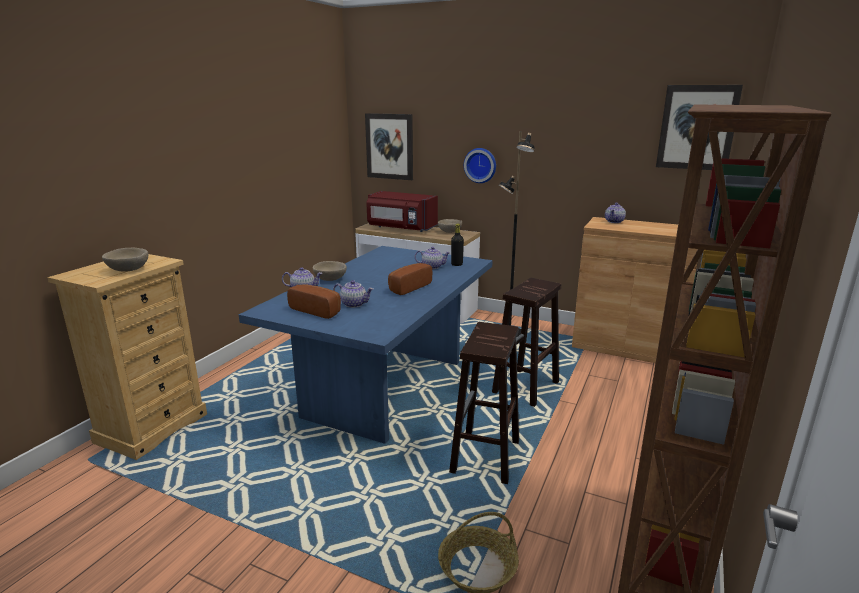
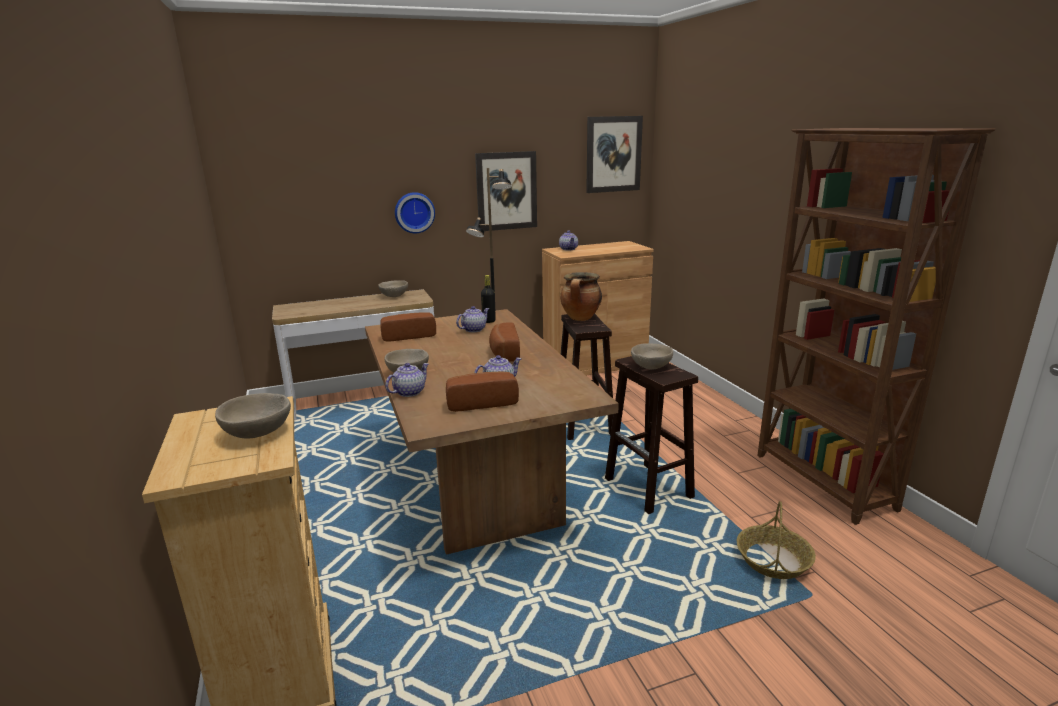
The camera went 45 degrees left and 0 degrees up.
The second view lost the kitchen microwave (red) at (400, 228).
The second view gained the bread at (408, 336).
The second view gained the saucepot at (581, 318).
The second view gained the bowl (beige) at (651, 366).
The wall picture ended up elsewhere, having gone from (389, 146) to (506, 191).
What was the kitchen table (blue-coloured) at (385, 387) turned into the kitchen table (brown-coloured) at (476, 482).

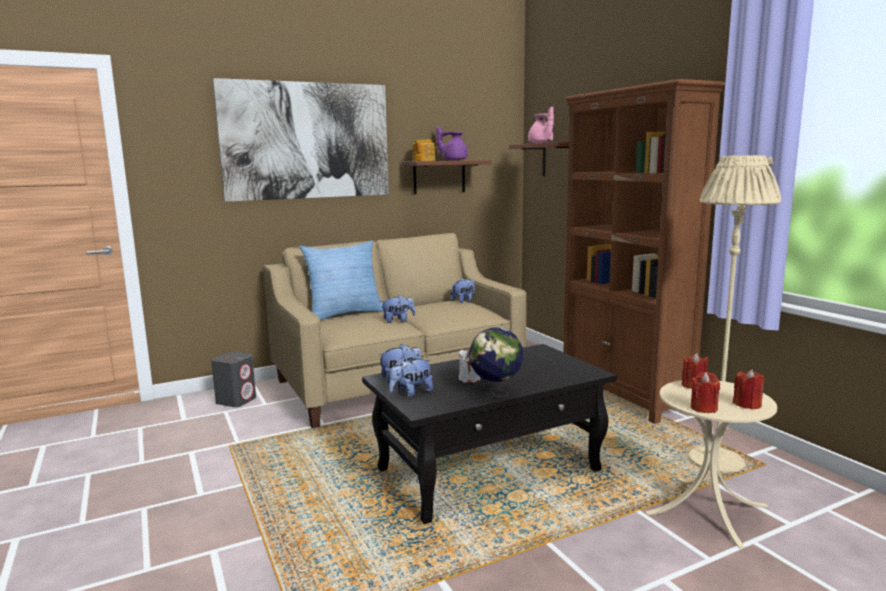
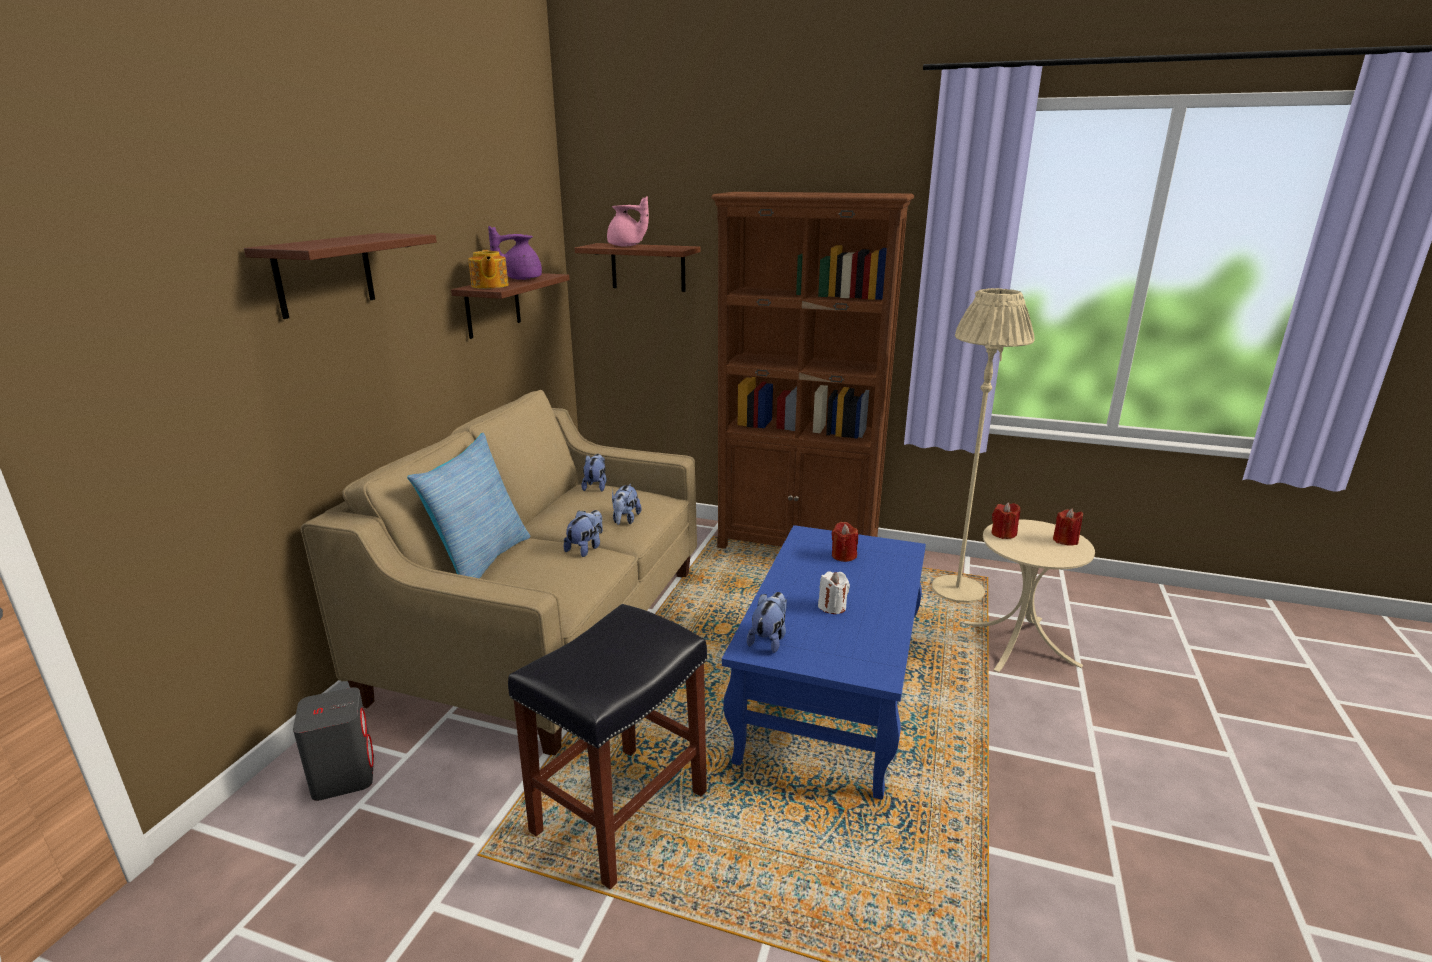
The camera went 45 degrees left and 10 degrees up.
The second view lost the globe at (496, 394).
The second view gained the sitting stool (blackish) at (621, 810).
The plush toy ended up elsewhere, having gone from (411, 393) to (625, 520).
The candle (red) ended up elsewhere, having gone from (703, 408) to (843, 556).
Where the wall picture hung at (306, 141), the shelf (brown-coloured) came to hang at (324, 274).
What was the lounge table (blackish) at (490, 470) turned into the lounge table (blue-coloured) at (829, 697).

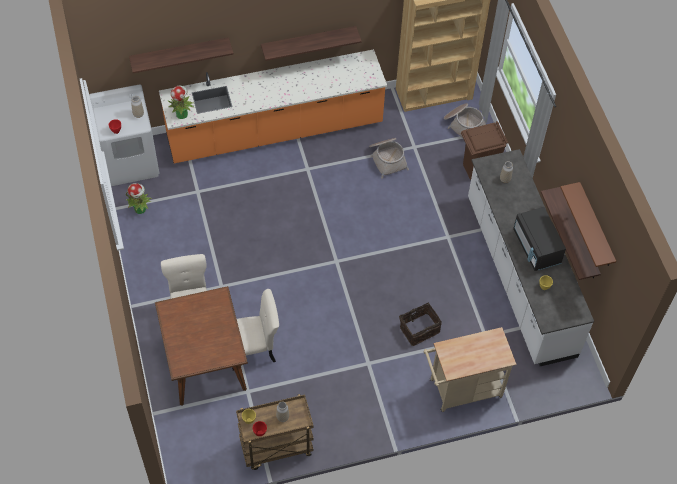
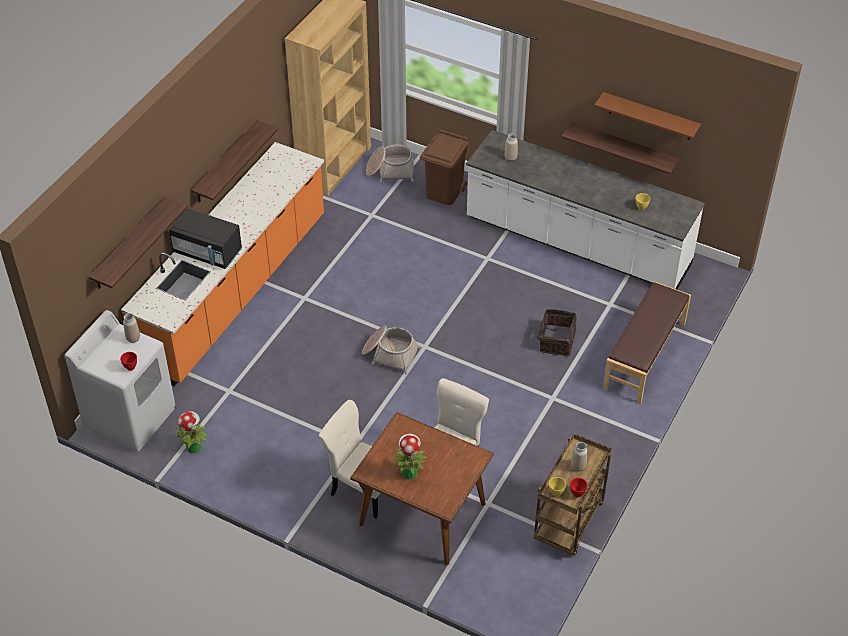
The camera went 45 degrees left and 10 degrees down.
The plant in a pot ended up elsewhere, having gone from (182, 114) to (409, 472).
The storage basket ended up elsewhere, having gone from (387, 159) to (389, 354).
The kitchen microwave (blackish) ended up elsewhere, having gone from (536, 248) to (207, 252).
Where the trolley (beige) stood at (461, 390), the bench (brown-coloured) came to stand at (645, 356).

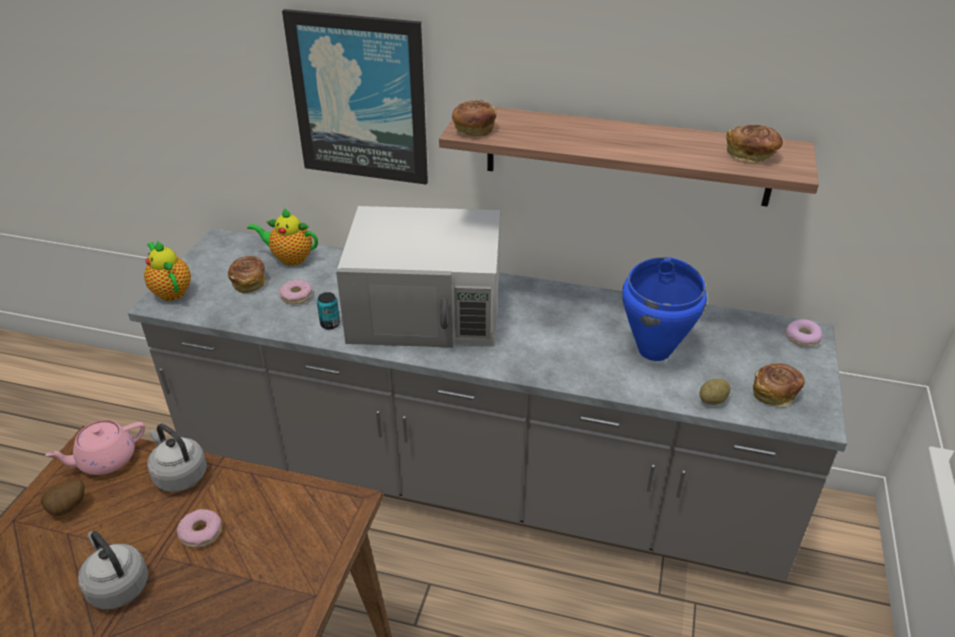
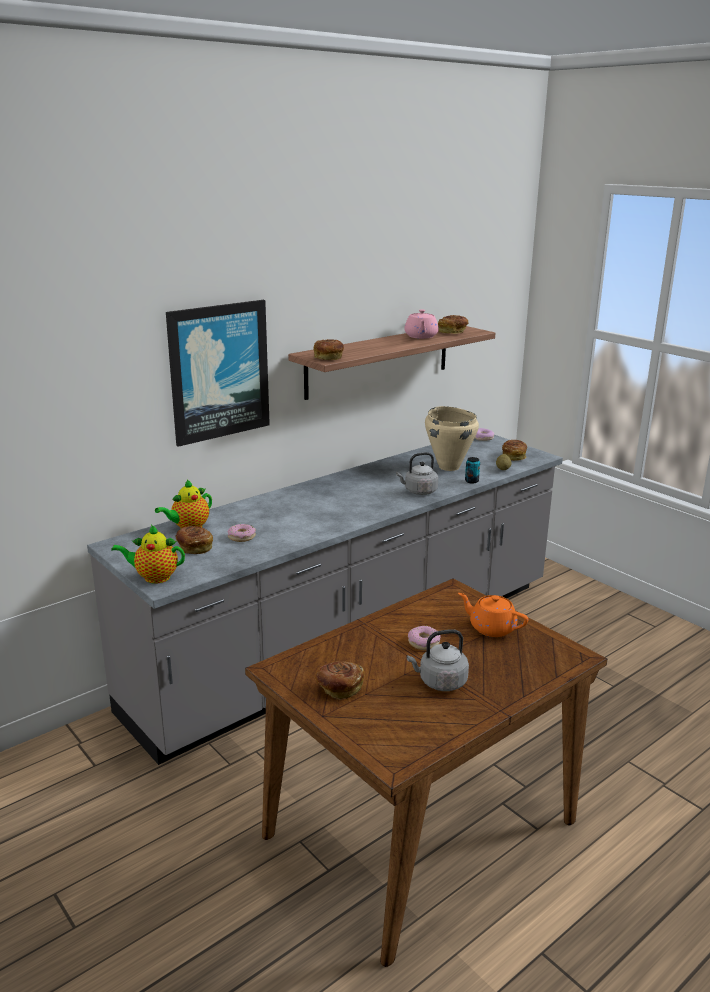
The camera went 55 degrees left and 15 degrees down.
The second view lost the kitchen microwave (white) at (427, 309).
The second view gained the teapot (orange-coloured) at (491, 628).
The teapot (pink-coloured) ended up elsewhere, having gone from (105, 460) to (421, 336).
The tea kettle (grey) ended up elsewhere, having gone from (179, 475) to (419, 491).
The sealed can ended up elsewhere, having gone from (330, 324) to (471, 481).
Where the whole potato stood at (69, 509), the bread came to stand at (339, 689).
What was the saucepot (blue-coloured) at (655, 350) turned into the saucepot (beige) at (449, 467).

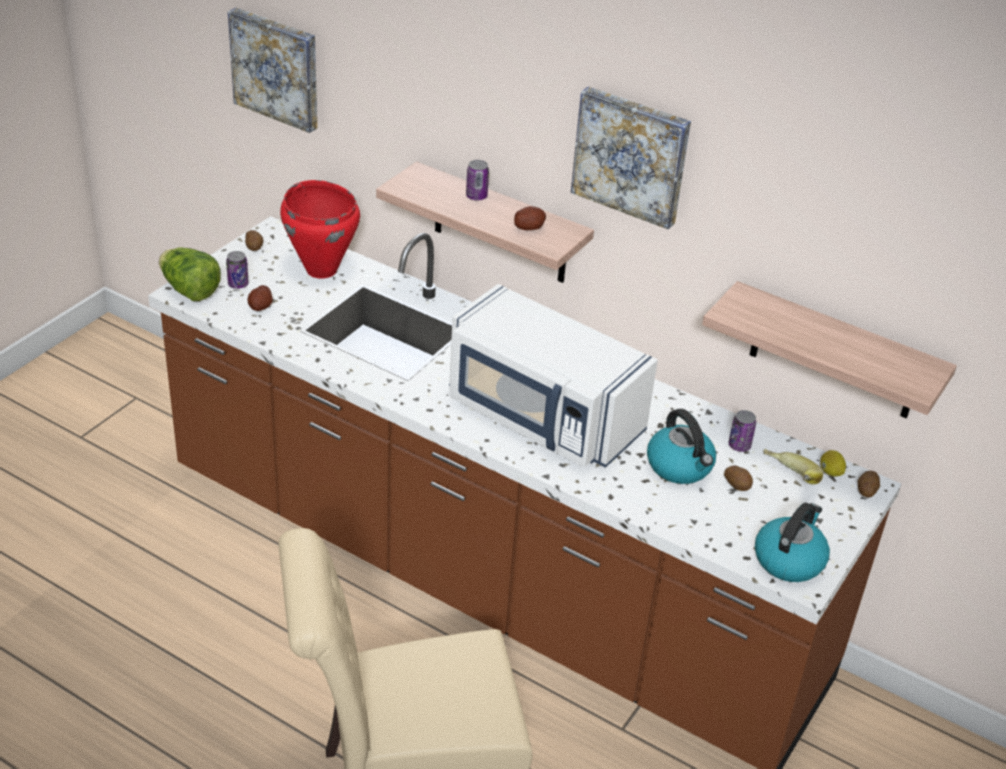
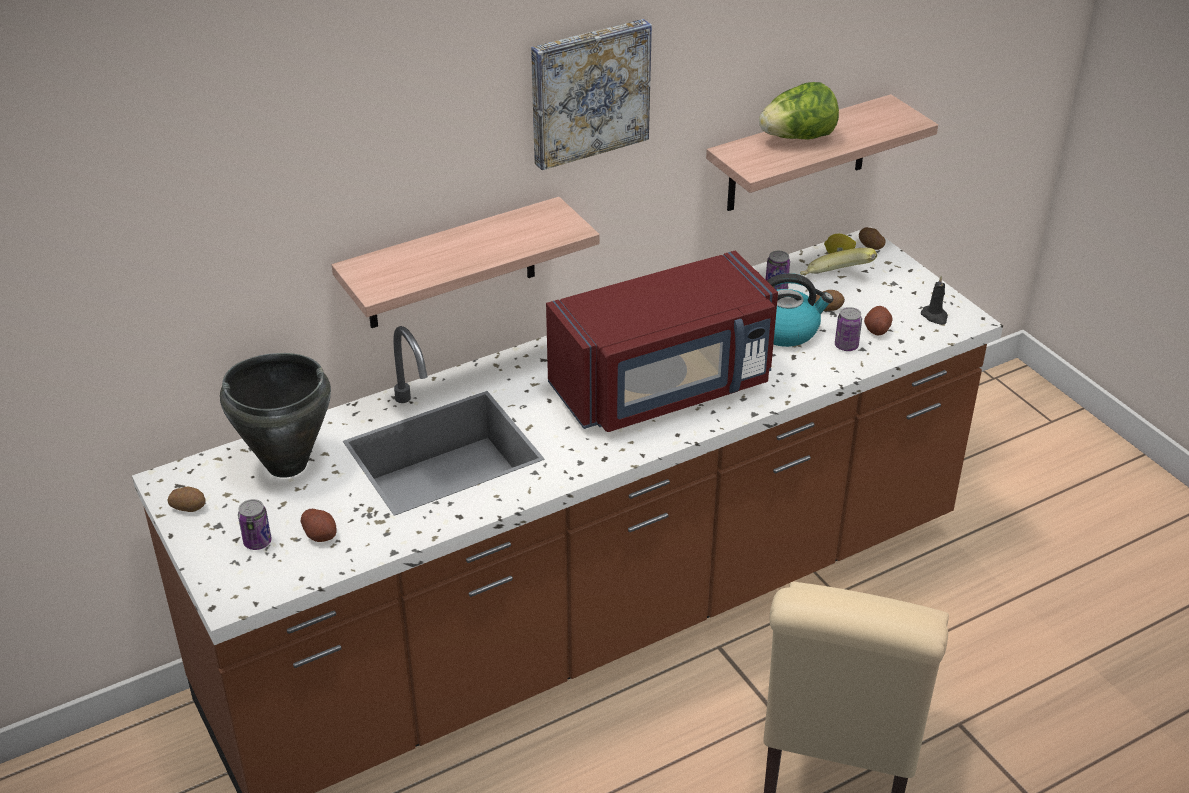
The camera went 60 degrees left and 0 degrees up.
The second view lost the wall picture at (277, 68).
The lettuce head ended up elsewhere, having gone from (189, 290) to (797, 138).
The sealed can ended up elsewhere, having gone from (476, 196) to (846, 346).
The whole potato ended up elsewhere, having gone from (529, 227) to (877, 329).
Where the tea kettle stood at (789, 559), the candle (blackish) came to stand at (935, 316).
What was the saucepot (red) at (321, 269) turned into the saucepot (blackish) at (286, 464).
What was the kitchen microwave (white) at (541, 417) turned into the kitchen microwave (red) at (664, 387).

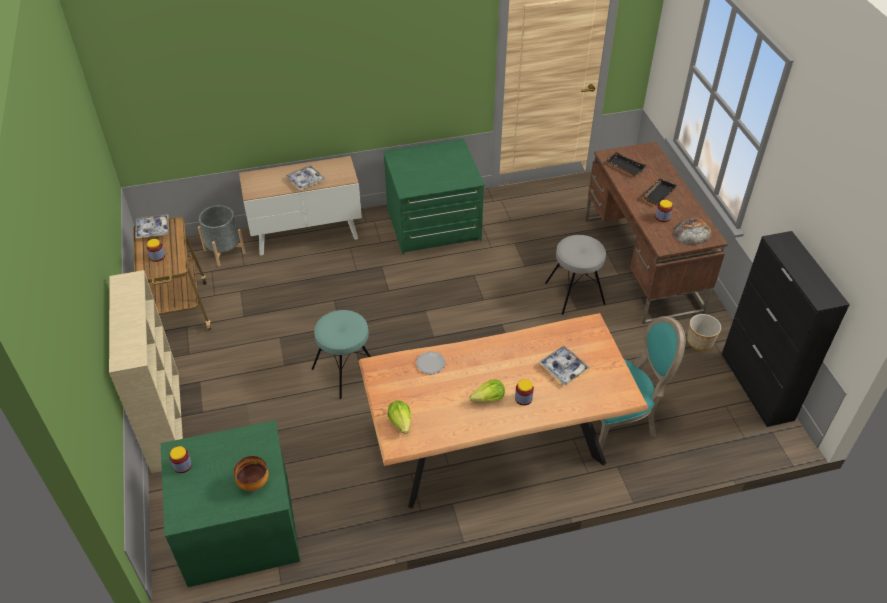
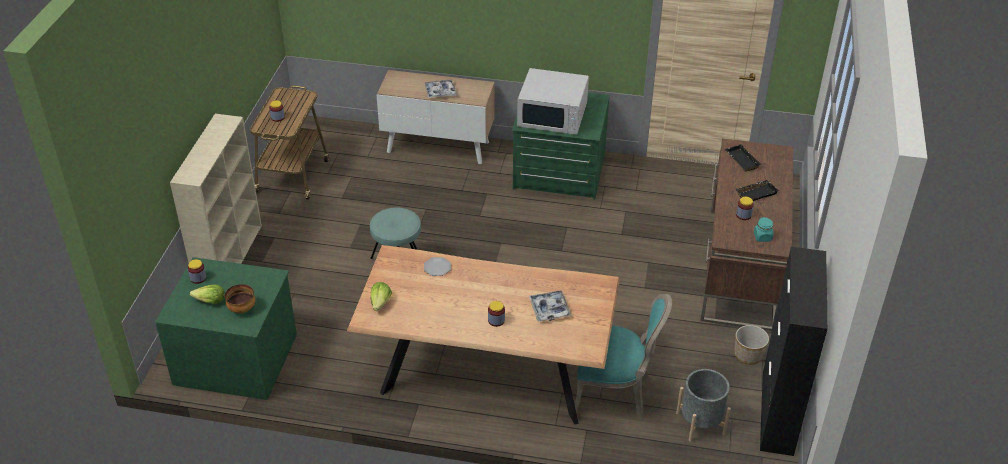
The camera went 25 degrees right and 5 degrees down.
The second view lost the carrying tray at (153, 229).
The second view lost the sitting stool (grey) at (575, 293).
The second view gained the kitchen microwave (white) at (553, 116).
The flower pot (grey) ended up elsewhere, having gone from (224, 251) to (700, 423).
The lettuce head ended up elsewhere, having gone from (488, 399) to (210, 301).
Where the bread stood at (692, 232), the storage jar (blue-green) came to stand at (762, 237).

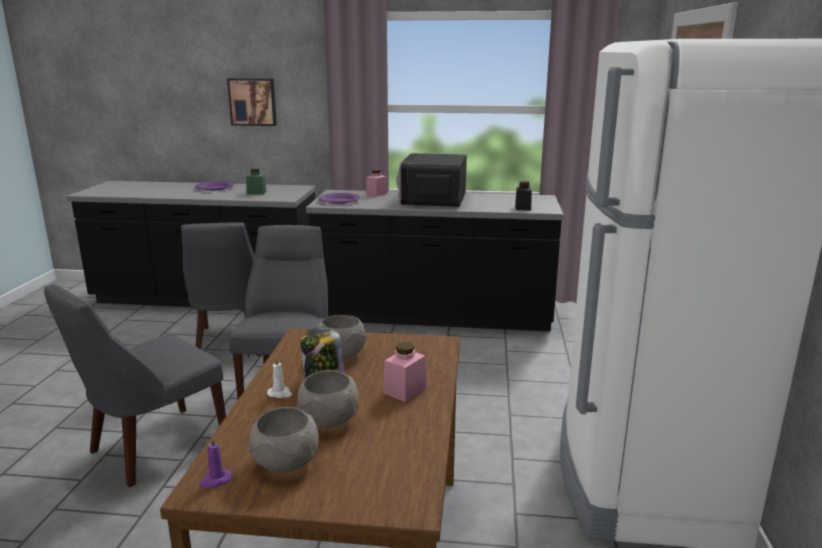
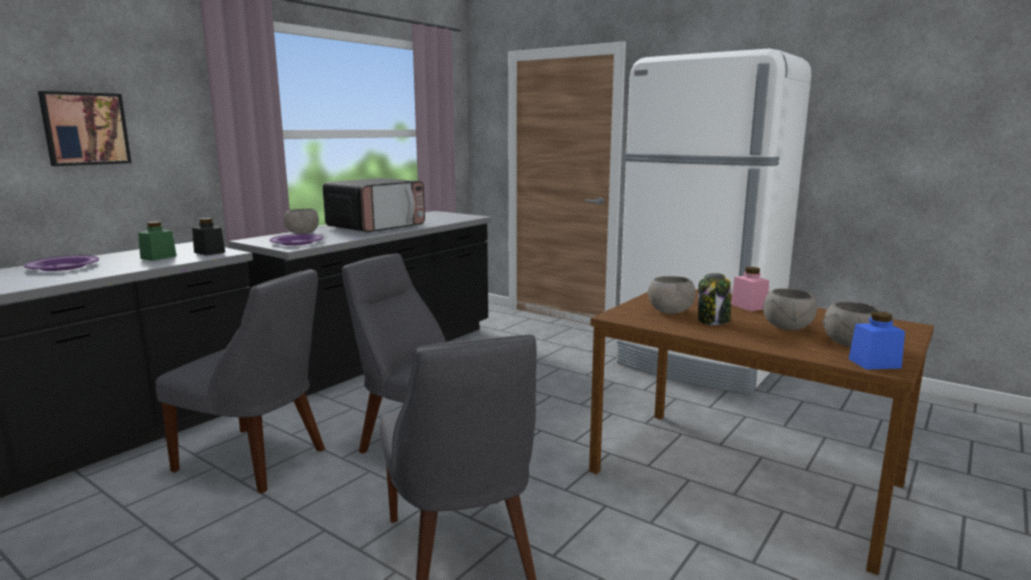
The camera went 60 degrees left and 5 degrees down.
The second view lost the candle (white) at (280, 394).
The storage jar (blackish) ended up elsewhere, having gone from (523, 208) to (209, 252).
Where the candle (purple) stood at (215, 480), the storage jar (blue-coloured) came to stand at (874, 363).
Where the storage jar (pink-coloured) stood at (377, 194), the bowl (grey) came to stand at (303, 233).
The kitchen microwave at (433, 201) ended up facing another way, 90 degrees counterclockwise from before.

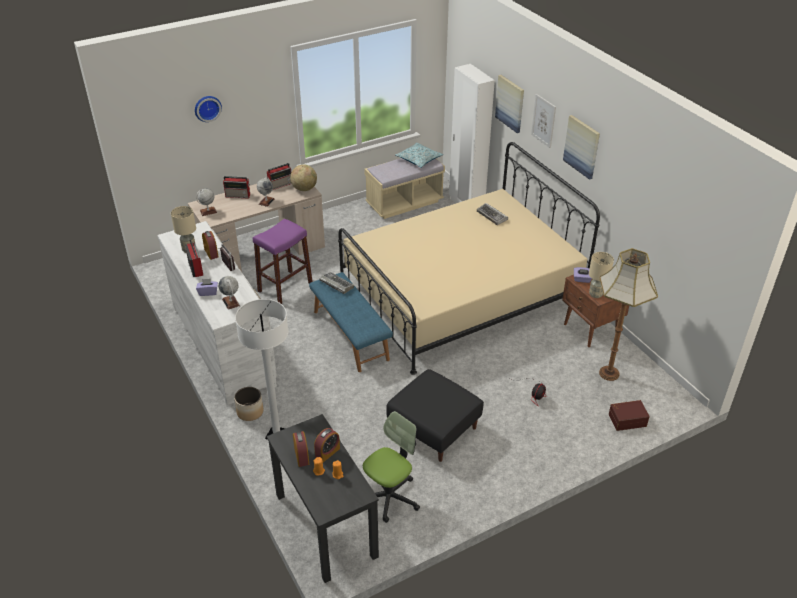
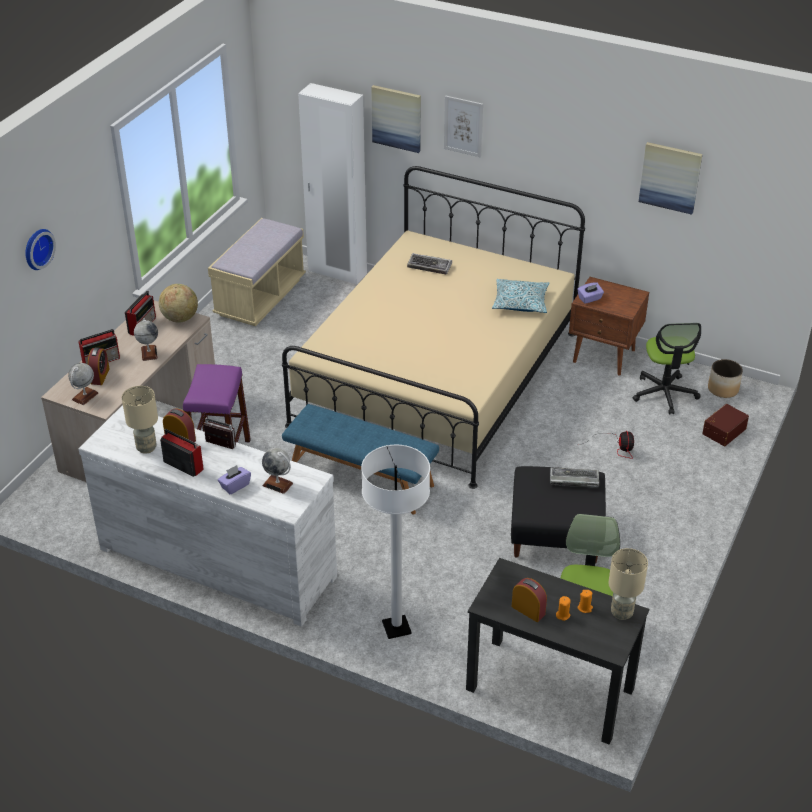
The camera went 35 degrees left and 0 degrees up.
The flower pot ended up elsewhere, having gone from (250, 412) to (722, 389).
The alarm clock ended up elsewhere, having gone from (327, 452) to (100, 376).
The computer keyboard ended up elsewhere, having gone from (336, 284) to (573, 480).
The throw pillow ended up elsewhere, having gone from (419, 159) to (520, 302).
The wall picture ended up elsewhere, having gone from (582, 146) to (670, 177).
The tabletop lamp (beige) ended up elsewhere, having gone from (595, 294) to (621, 613).
Where the standing lamp stood at (609, 374), the office chair came to stand at (664, 394).

